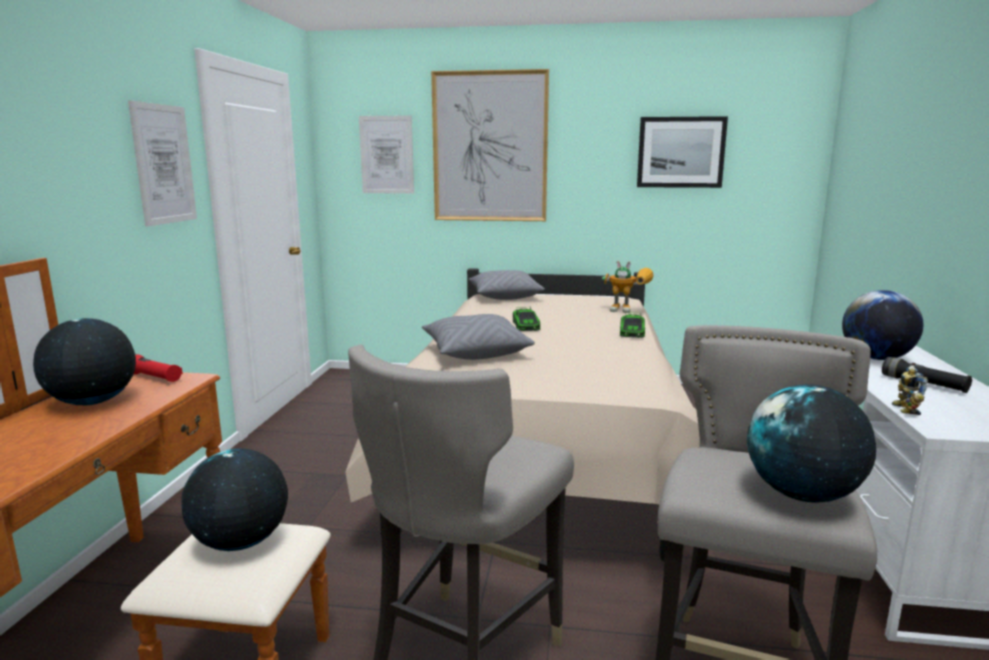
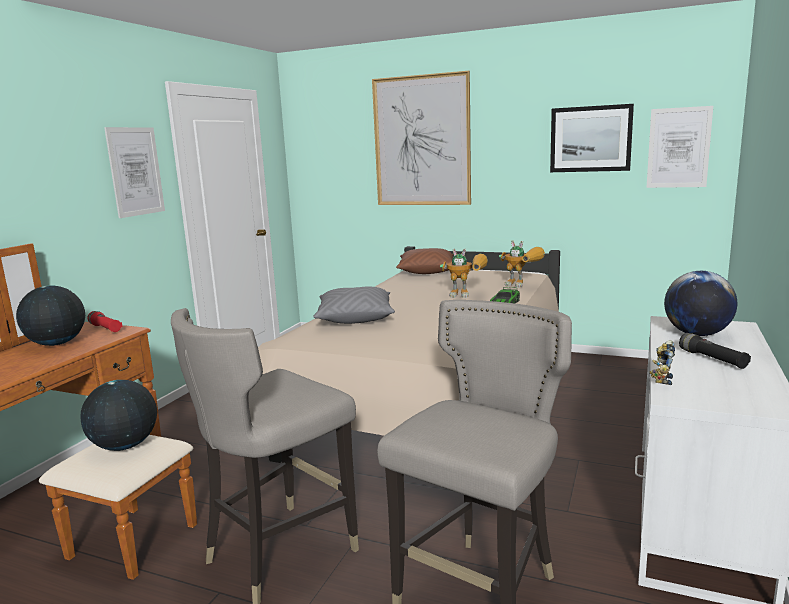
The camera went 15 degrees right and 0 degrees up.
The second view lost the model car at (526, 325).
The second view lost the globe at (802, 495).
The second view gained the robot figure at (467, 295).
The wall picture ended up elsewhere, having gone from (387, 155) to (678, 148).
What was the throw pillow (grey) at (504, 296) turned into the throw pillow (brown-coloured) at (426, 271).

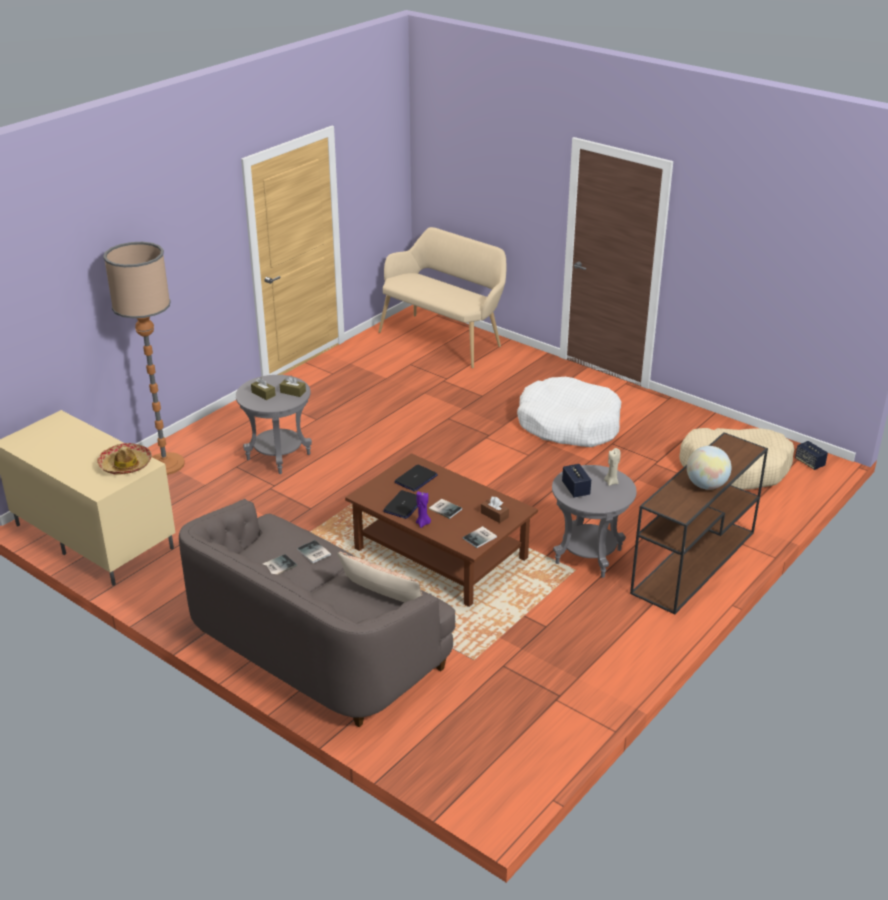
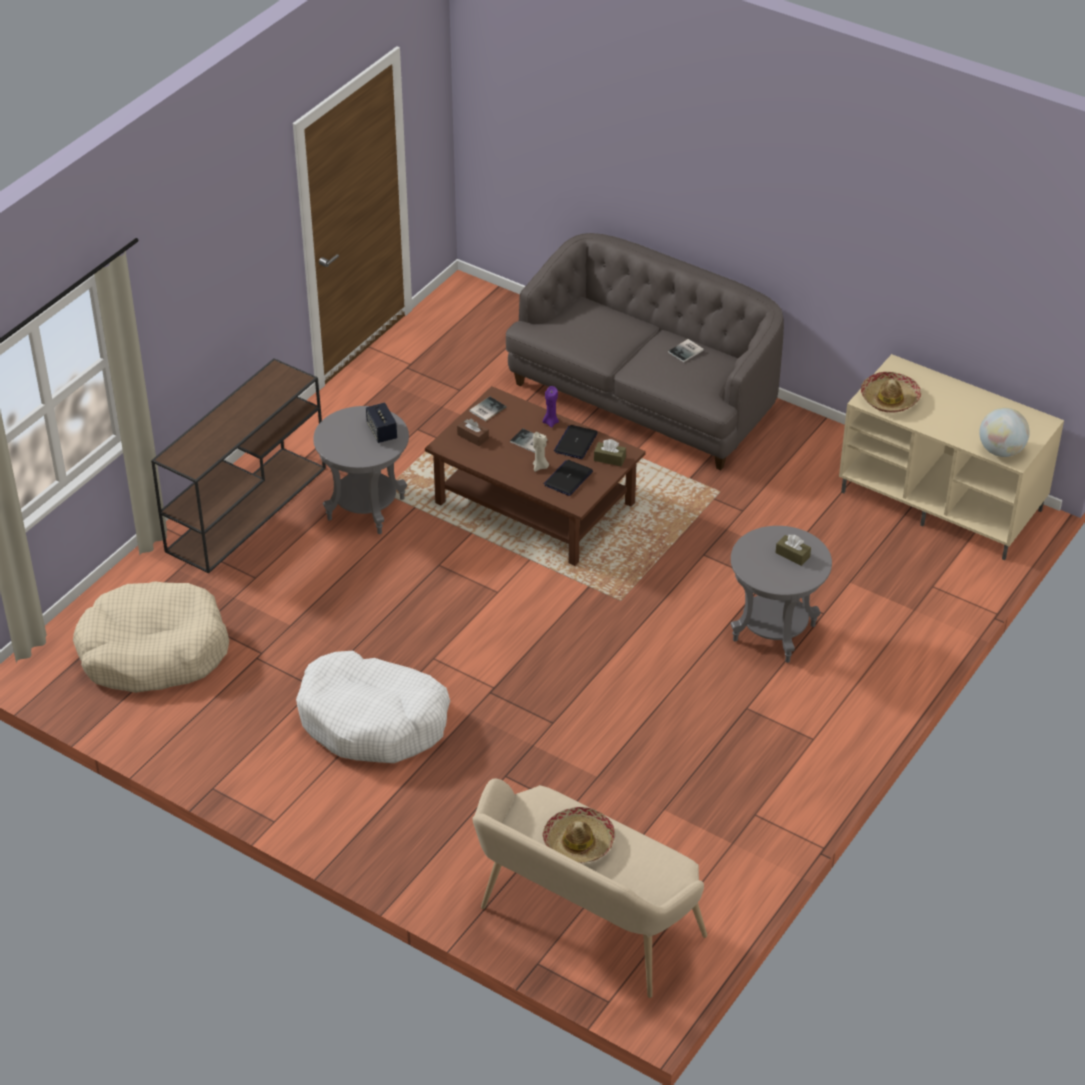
The camera went 175 degrees right and 10 degrees up.
The second view lost the standing lamp at (165, 464).
The second view lost the bound book at (313, 553).
The second view lost the throw pillow at (382, 595).
The second view lost the loudspeaker at (809, 463).
The second view gained the clothing hat at (579, 842).
The tissue holder (brown-coloured) ended up elsewhere, having gone from (293, 392) to (609, 459).
The candle (beige) ended up elsewhere, having gone from (611, 482) to (540, 467).
The globe ended up elsewhere, having gone from (706, 485) to (1001, 451).

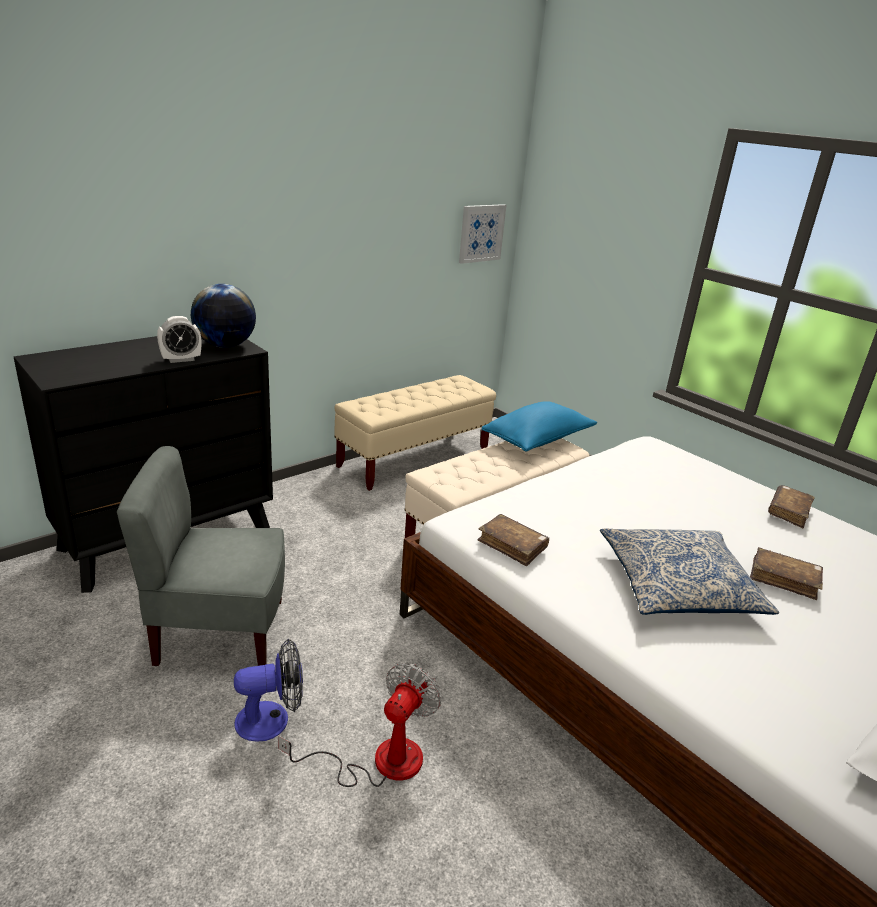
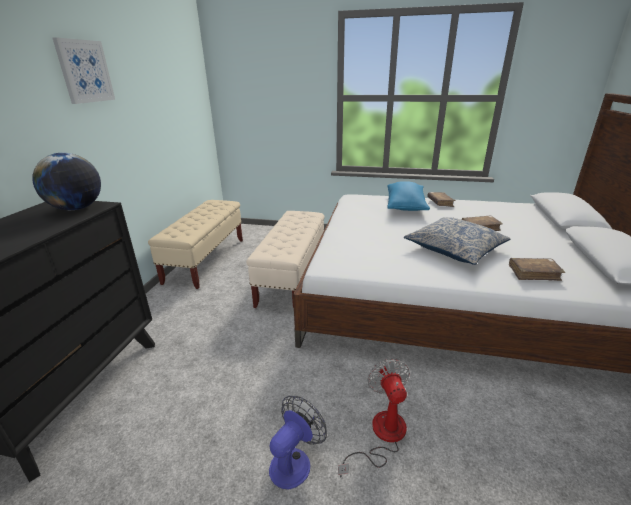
The camera went 35 degrees left and 0 degrees up.
The second view lost the chair (grey) at (219, 634).
The second view lost the alarm clock at (181, 359).
The wall picture ended up elsewhere, having gone from (481, 233) to (85, 71).
The bound book (brown-coloured) ended up elsewhere, having gone from (512, 546) to (533, 273).
The throw pillow (blue-coloured) ended up elsewhere, having gone from (538, 440) to (405, 206).

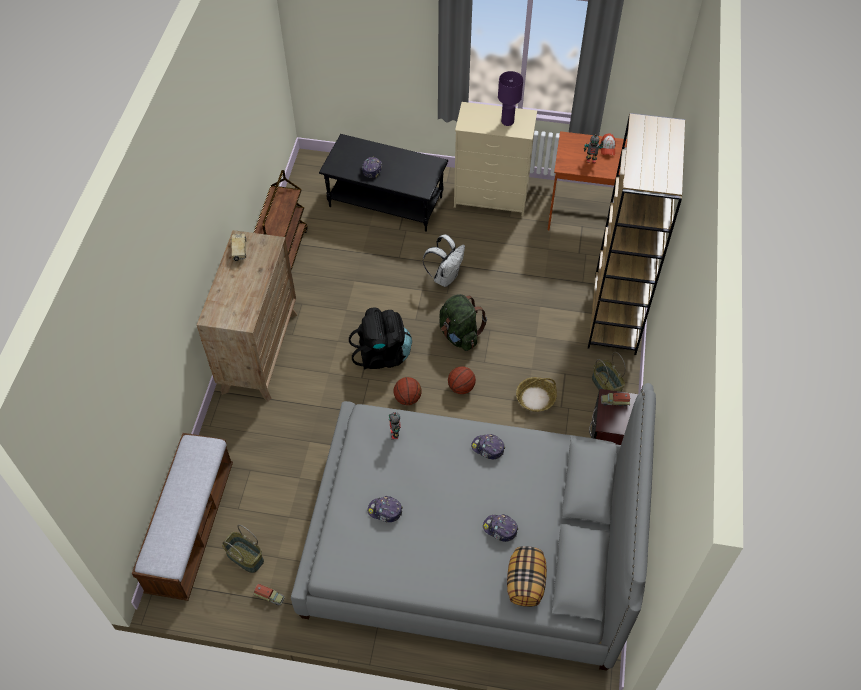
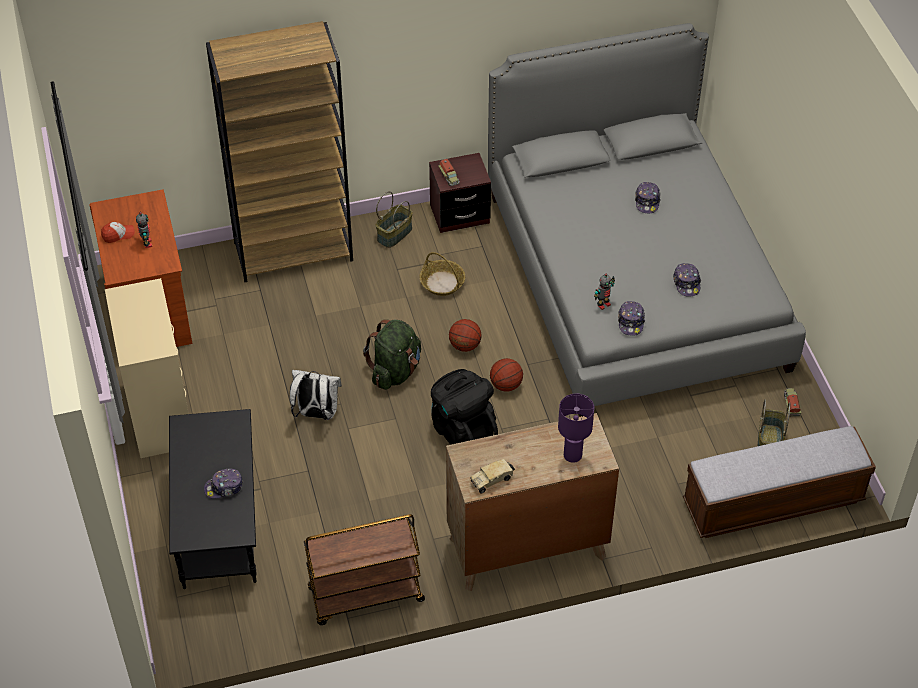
The camera went 115 degrees left and 5 degrees down.
The second view lost the throw pillow at (525, 583).
The cap ended up elsewhere, having gone from (488, 448) to (631, 321).
The tabletop lamp (purple) ended up elsewhere, having gone from (507, 121) to (572, 455).

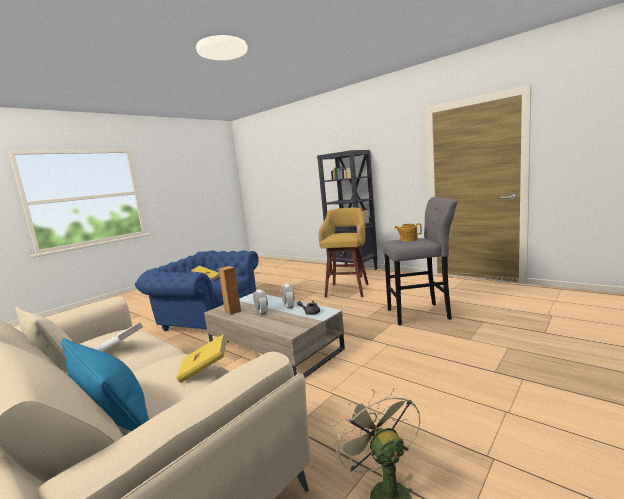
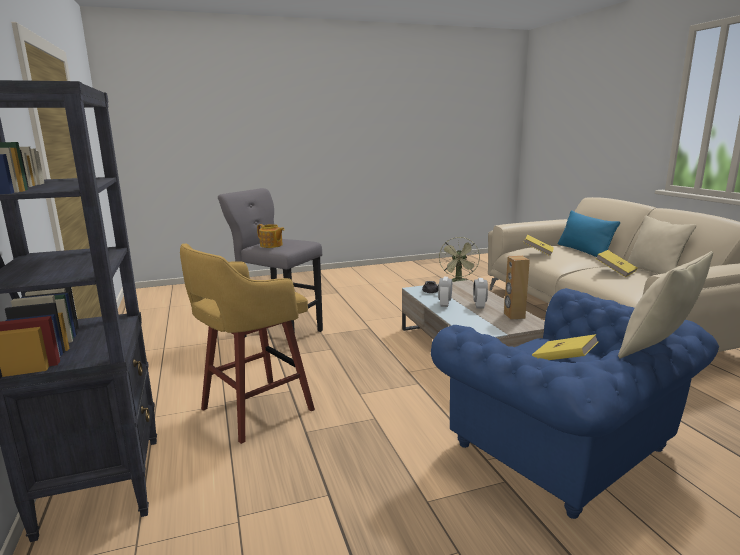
The camera went 150 degrees left and 5 degrees up.
The second view gained the throw pillow (beige) at (657, 348).
What was the bound book (white) at (119, 348) turned into the bound book (yellow) at (615, 272).

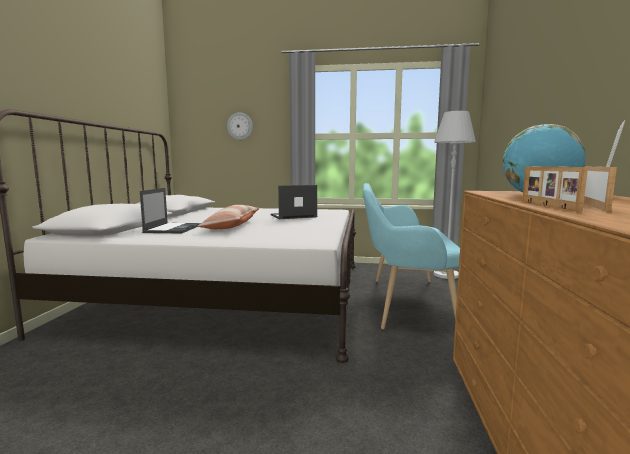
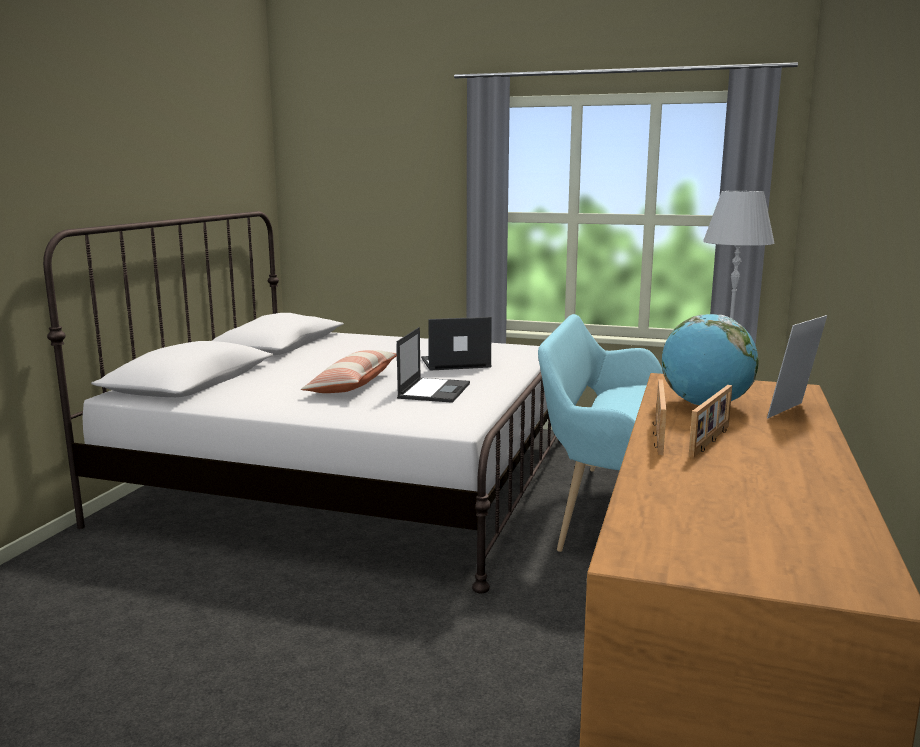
The camera went 10 degrees right and 5 degrees up.
The second view lost the wall clock at (240, 126).
The laptop ended up elsewhere, having gone from (173, 228) to (434, 390).

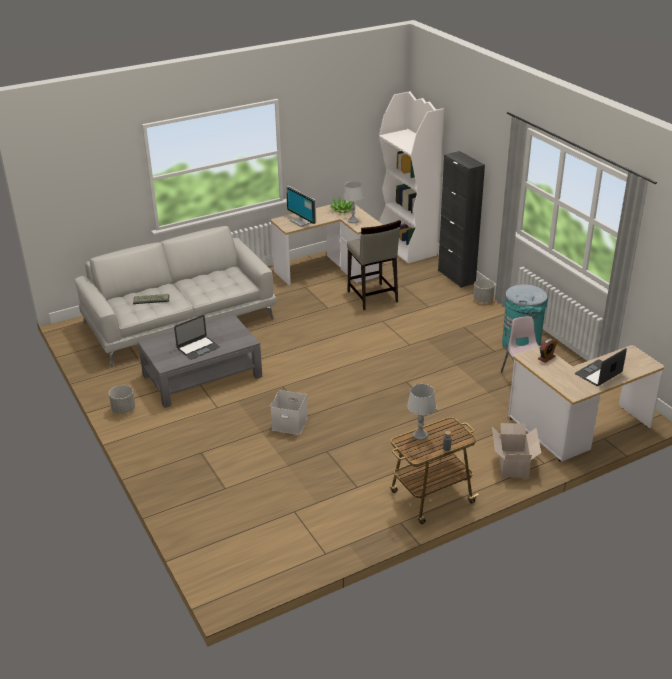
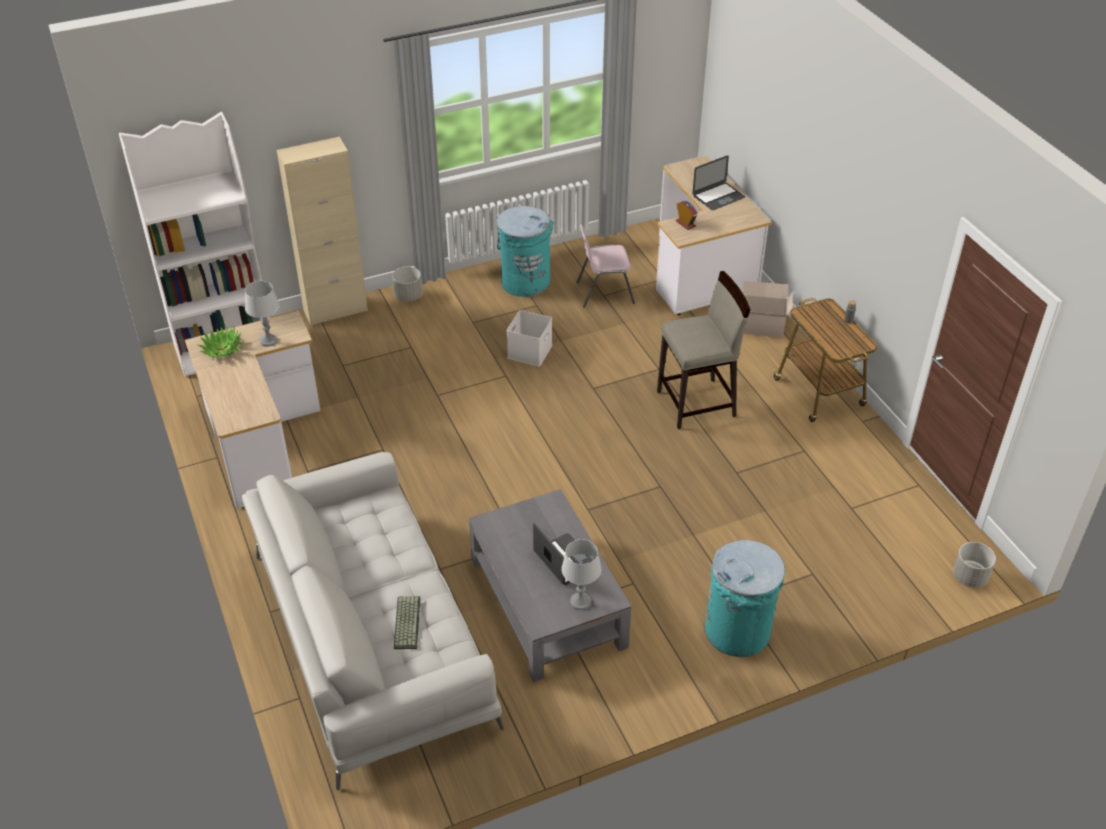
The camera went 85 degrees left and 10 degrees up.
The second view lost the computer display at (301, 221).
The second view gained the trash can (blue-green) at (738, 631).
The flower pot (grey) ended up elsewhere, having gone from (124, 409) to (969, 577).
The storage container (white) ended up elsewhere, having gone from (289, 424) to (530, 352).
The sitting stool (beige) ended up elsewhere, having gone from (372, 297) to (697, 404).
The tabletop lamp (grey) ended up elsewhere, having gone from (420, 435) to (580, 602).
What was the storage cabinet (blackish) at (456, 277) turned into the storage cabinet (beige) at (335, 310).
The laptop at (598, 373) ended up facing another way, 90 degrees counterclockwise from before.

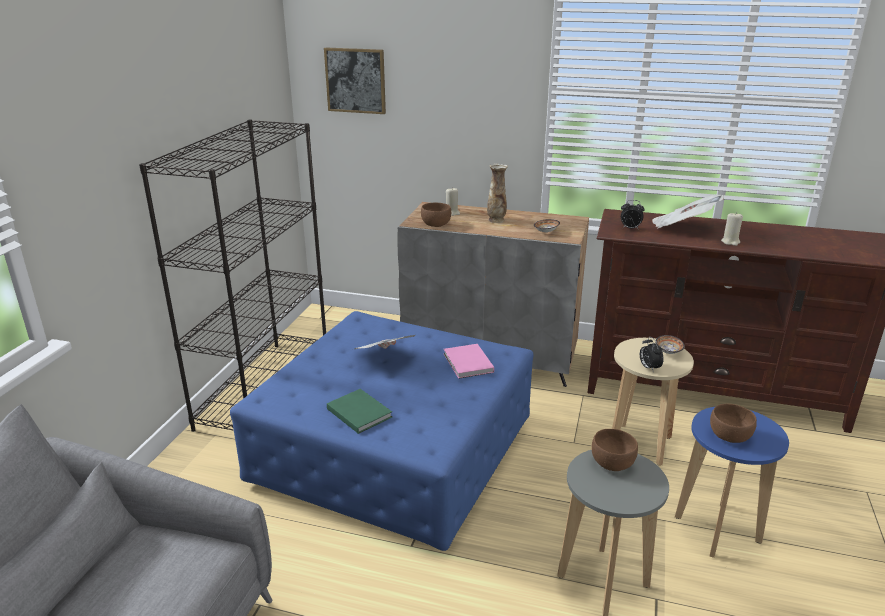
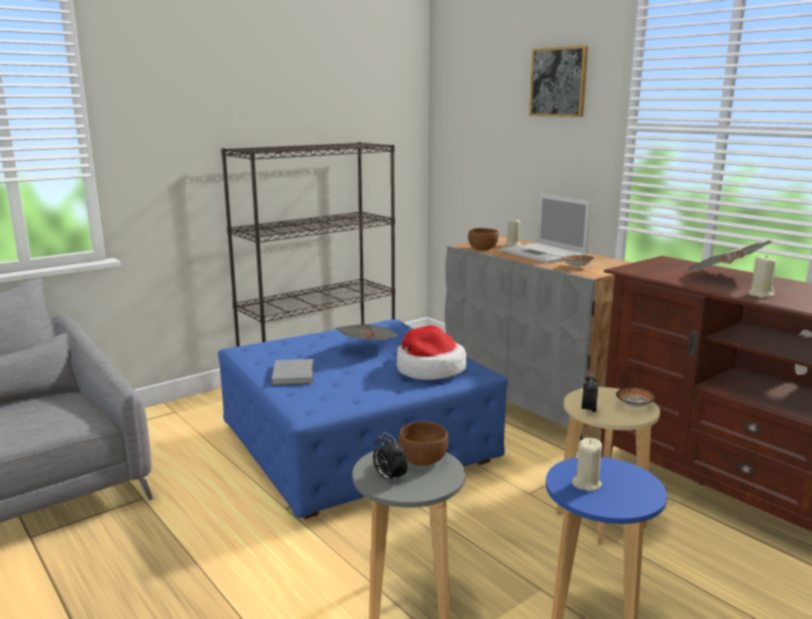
The camera went 35 degrees right and 10 degrees down.
The wall picture ended up elsewhere, having gone from (355, 80) to (558, 82).
The alarm clock ended up elsewhere, having gone from (630, 228) to (389, 478).
Where the bound book (pink-coloured) stood at (467, 364), the clothing hat came to stand at (429, 370).
Where the decorative vase stood at (496, 220), the laptop came to stand at (545, 254).
Where the bowl (brown-coloured) stood at (730, 436), the candle (beige) came to stand at (586, 483).
What was the bound book (green) at (359, 412) turned into the bound book (grey) at (294, 374).

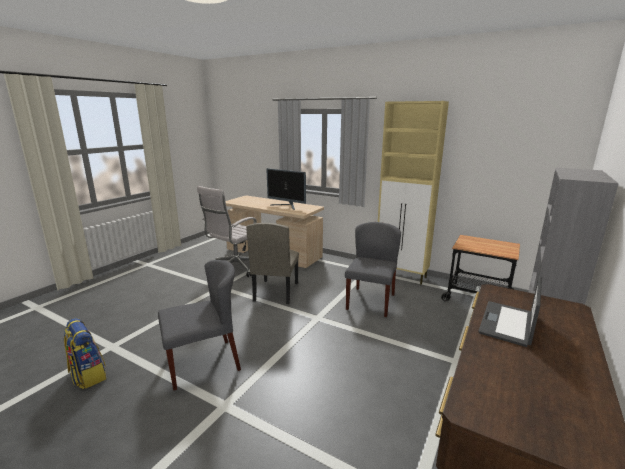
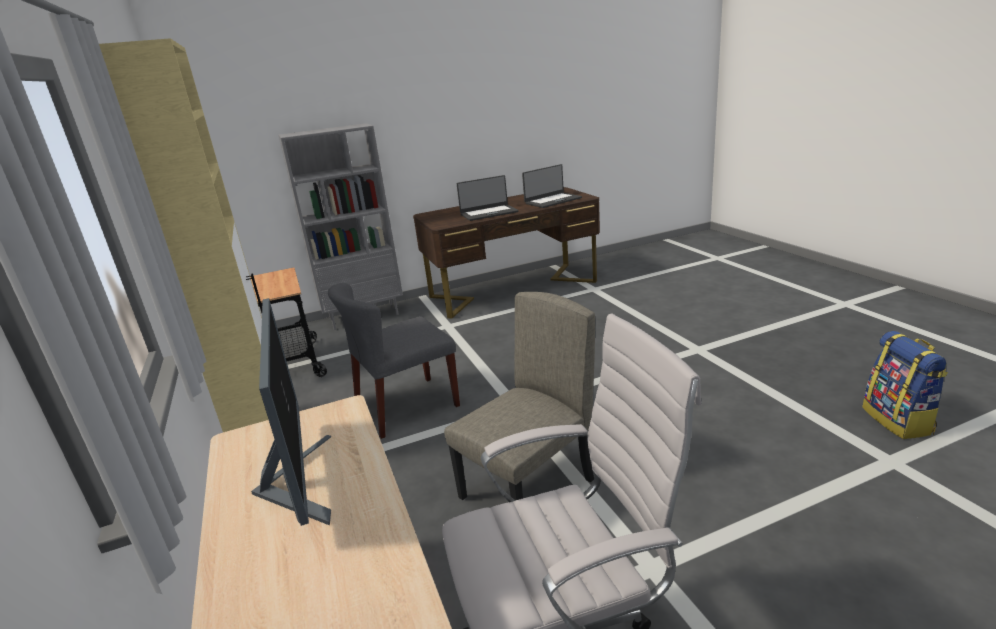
The camera went 140 degrees left and 5 degrees up.
The second view lost the chair (grey) at (203, 363).
The second view gained the laptop at (552, 200).

